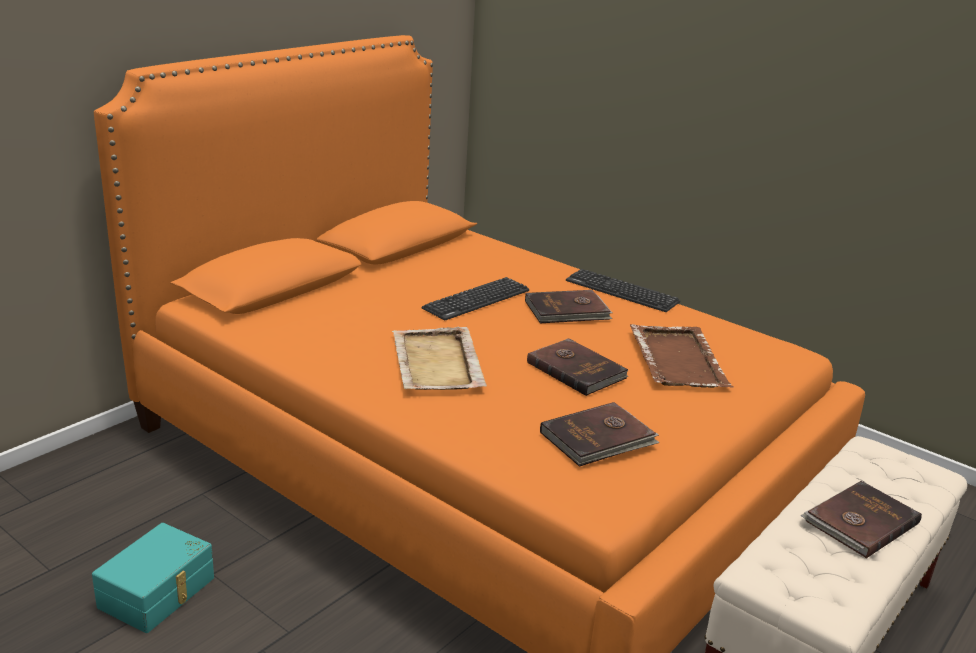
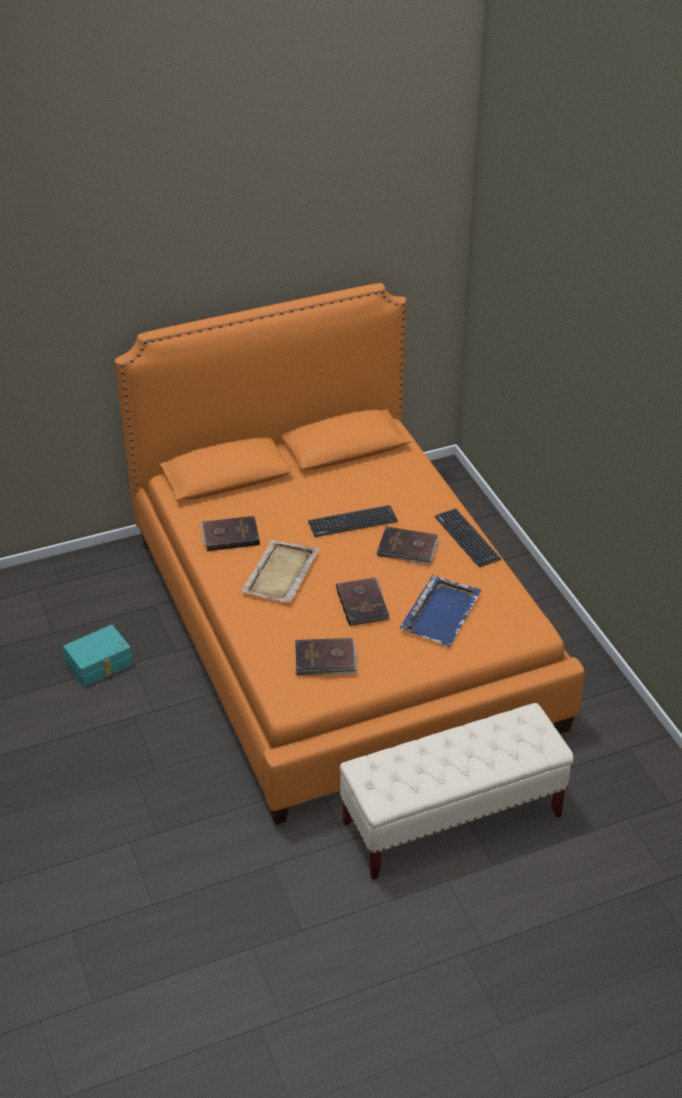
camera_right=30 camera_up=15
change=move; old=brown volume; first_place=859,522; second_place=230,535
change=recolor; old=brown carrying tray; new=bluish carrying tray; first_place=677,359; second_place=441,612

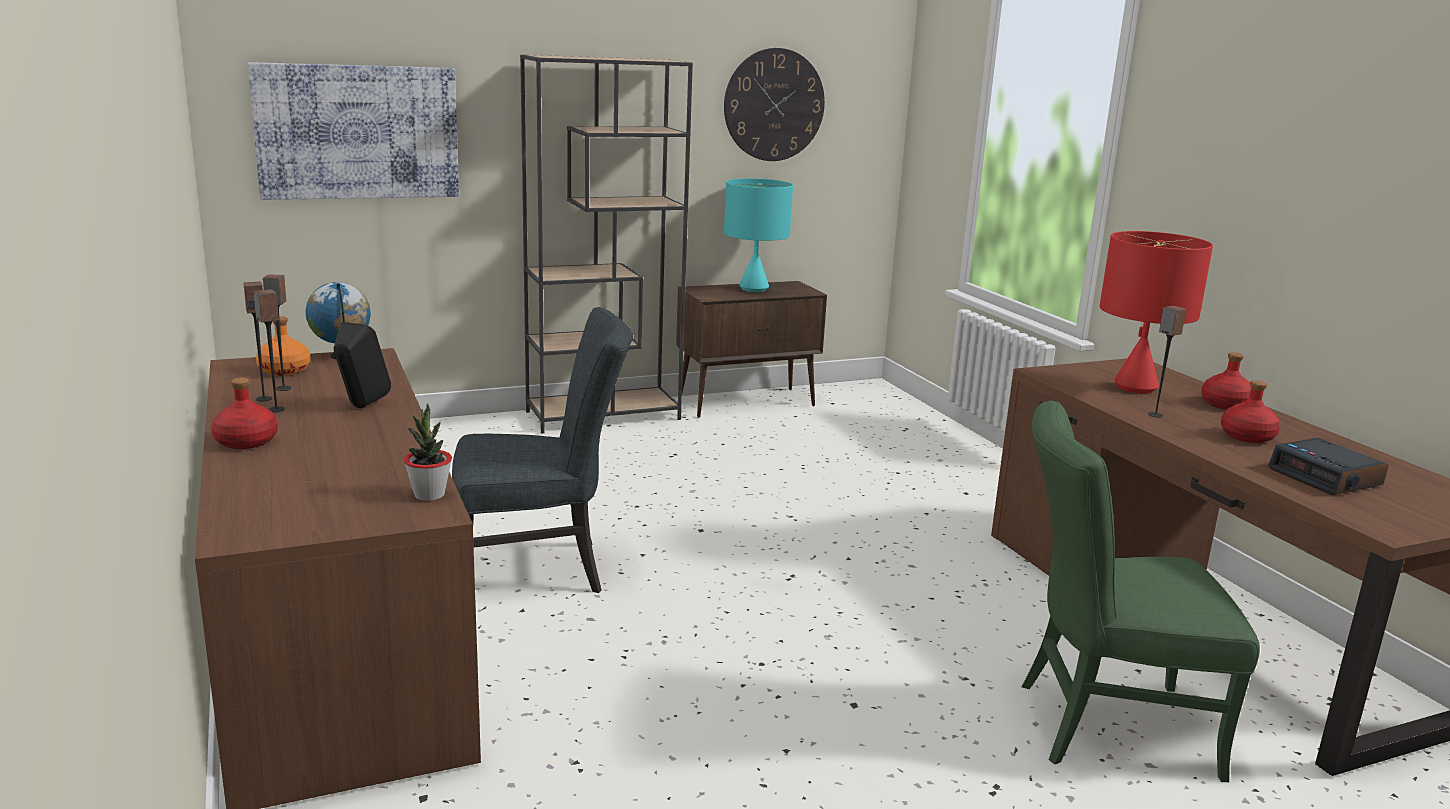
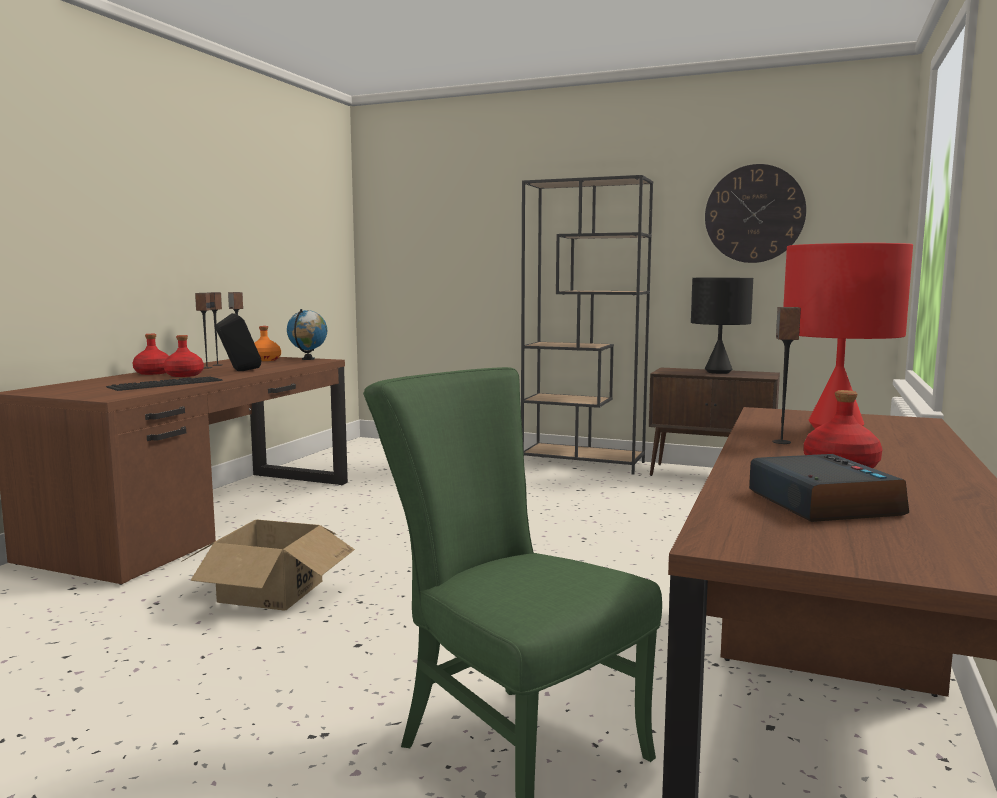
camera_right=45 camera_up=-10
change=insert; new=PC keyboard; second_place=166,383
change=move; old=reddish bottle; first_place=1226,404; second_place=185,375
change=insert; new=cardboard box; second_place=271,591
change=recolor; old=blue-green lamp for a table; new=black-coloured lamp for a table; first_place=753,289; second_place=718,372
change=rotate; old=alarm clock; first_place=1326,477; second_place=821,503; degrees=150
change=delete; old=wall picture; first_place=357,132
change=delete; old=potted plant; first_place=429,495
change=delete; old=grey chair; first_place=541,569

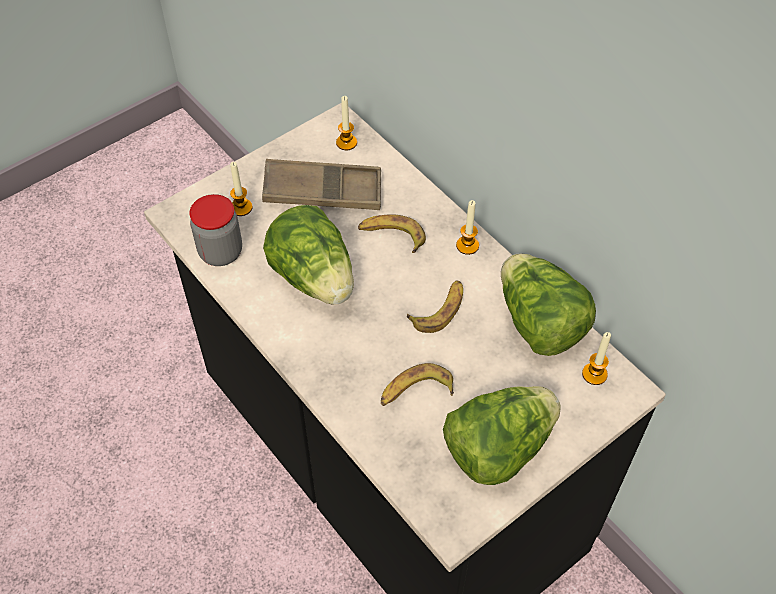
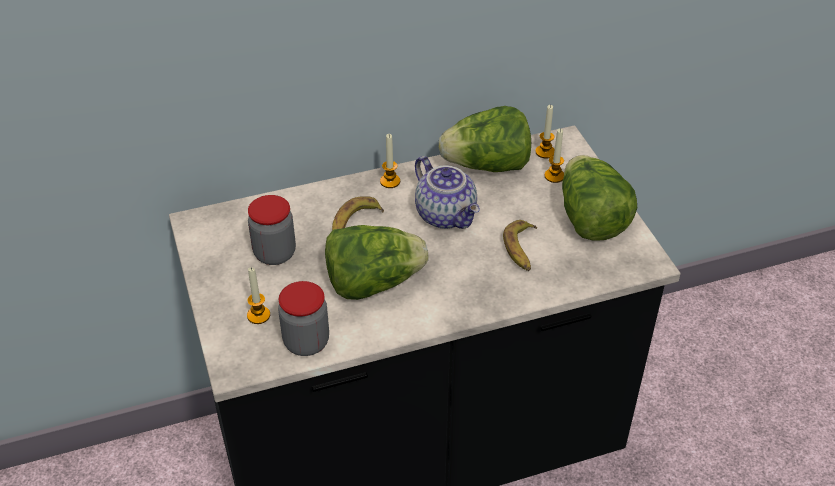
camera_right=-70 camera_up=-10
change=replace; old=brown carrying tray; new=jar; first_place=323,191; second_place=275,253
change=replace; old=whole banana; new=pot for tea; first_place=439,309; second_place=447,215
change=move; old=wax light; first_place=346,143; second_place=554,176

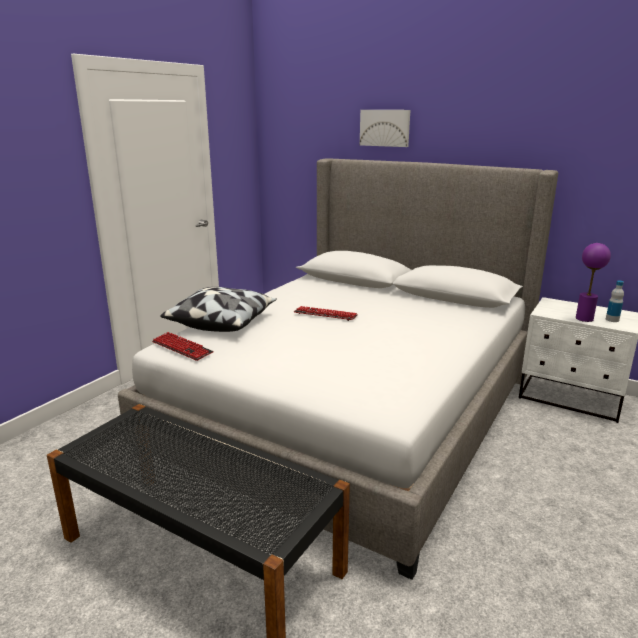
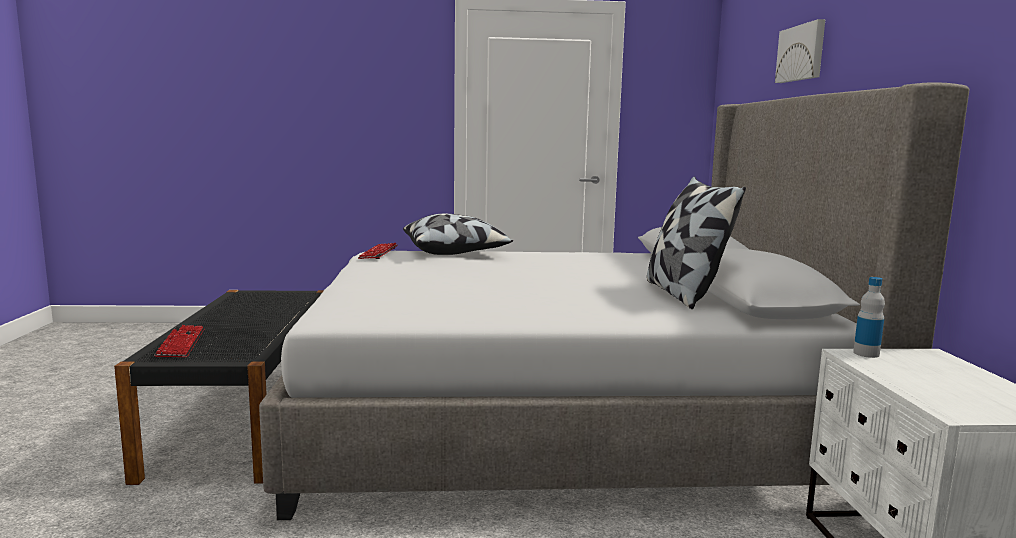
camera_right=55 camera_up=-10
change=move; old=PC keyboard; first_place=325,314; second_place=181,343
change=insert; new=cushion; second_place=683,294
change=move; old=bottle; first_place=612,320; second_place=866,353
change=delete; old=purplish lamp for a table; first_place=584,319

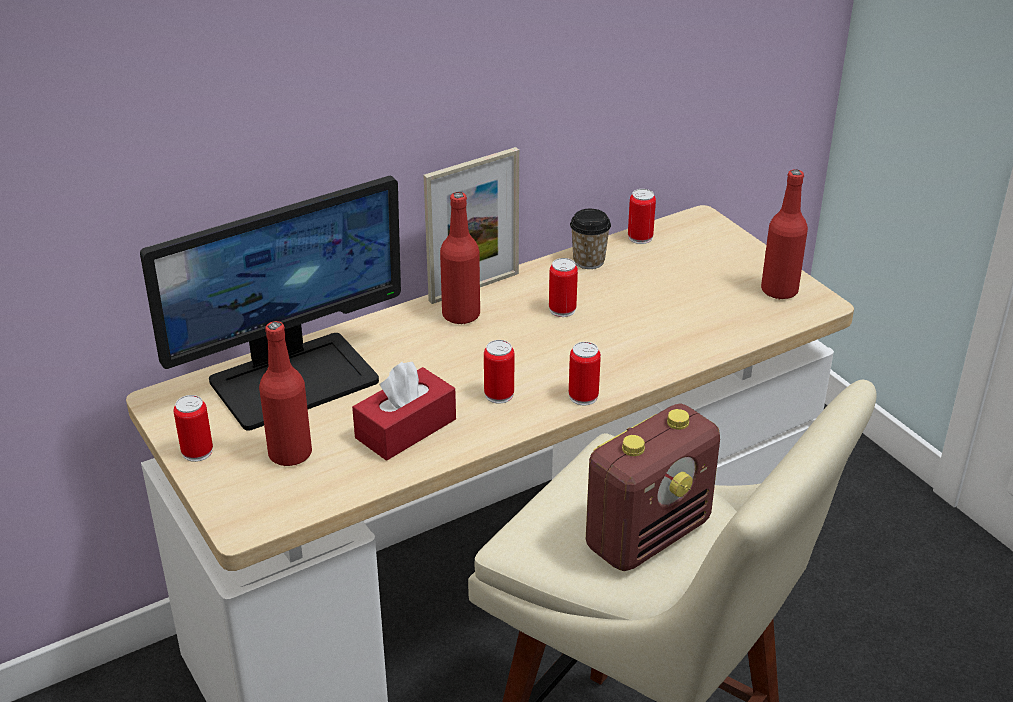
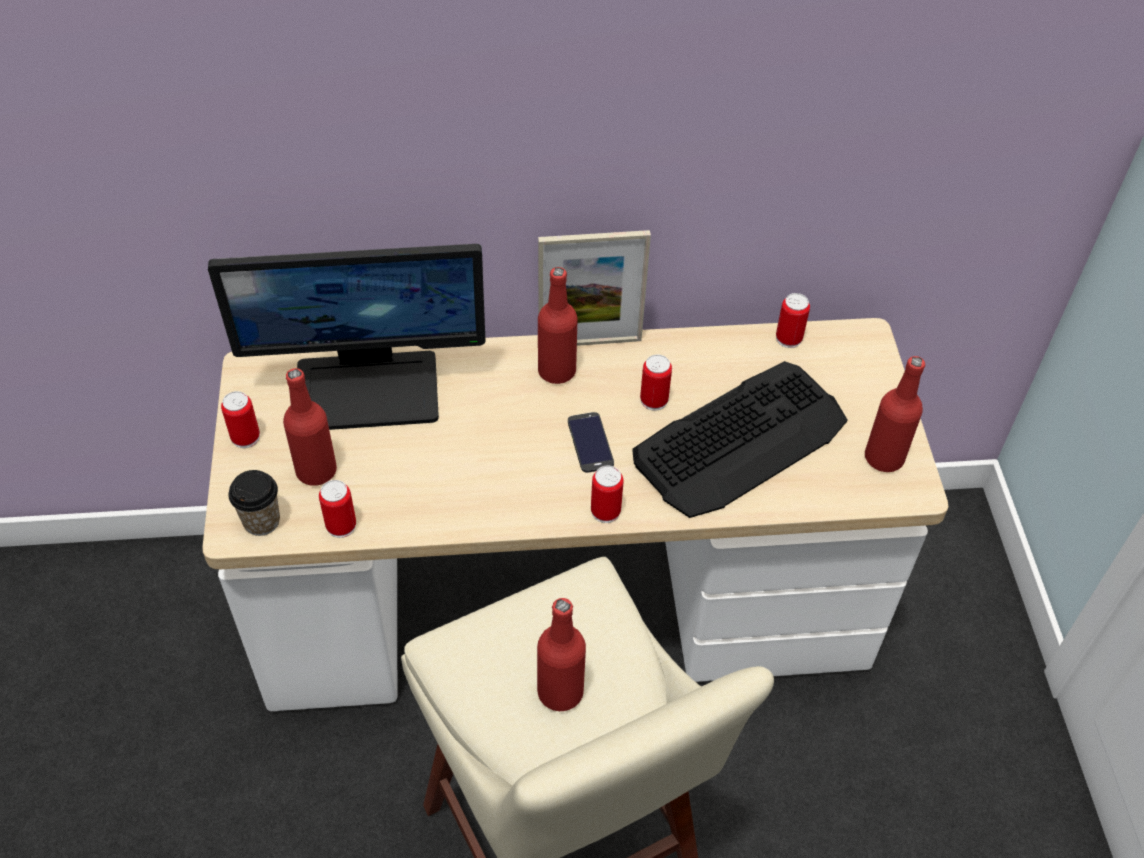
camera_right=25 camera_up=15
change=move; old=drinking cup; first_place=588,261; second_place=261,521
change=move; old=can; first_place=499,394; second_place=341,525
change=replace; old=radio set; new=reddish bottle; first_place=648,534; second_place=560,692
change=insert; new=telephone; second_place=590,443
change=insert; new=PC keyboard; second_place=741,440
change=delete; old=reddish tissue box; first_place=406,428

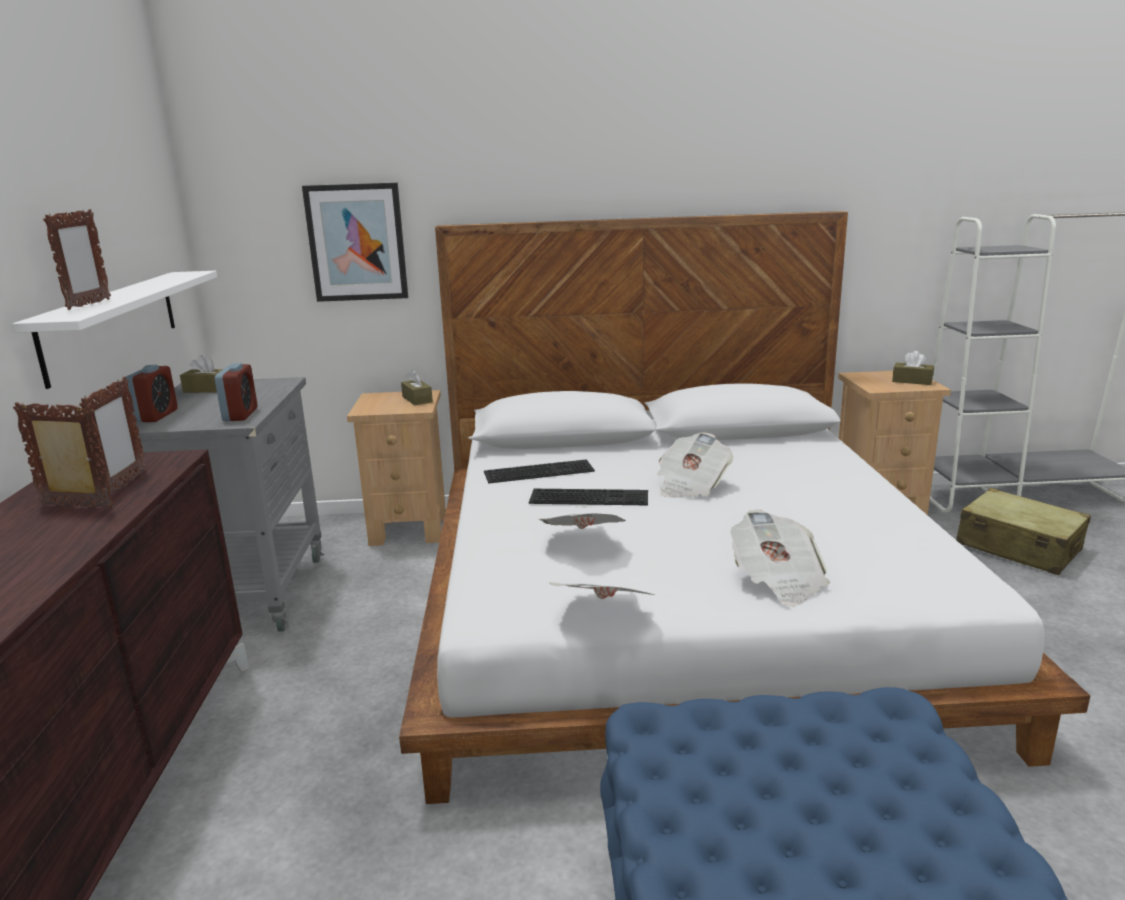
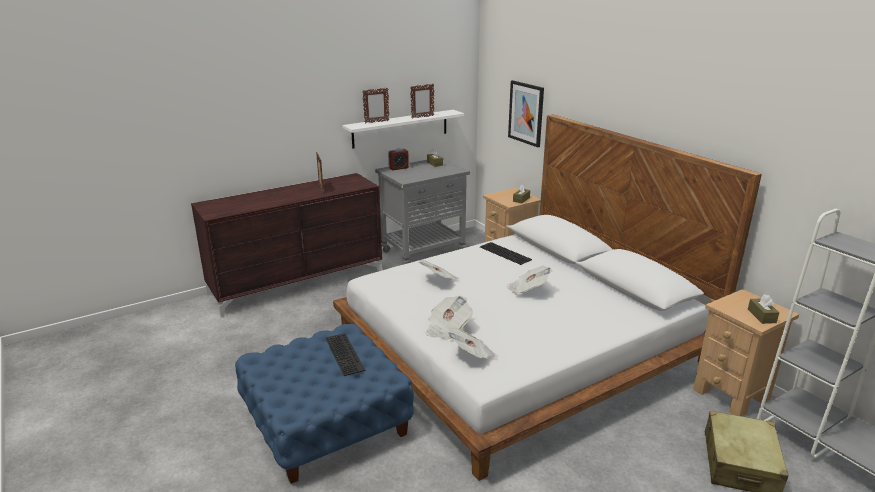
camera_right=60 camera_up=5
change=move; old=PC keyboard; first_place=590,496; second_place=346,354
change=move; old=standing frame; first_place=125,484; second_place=422,117
change=move; old=newspaper; first_place=604,613; second_place=472,355
change=delete; old=alarm clock; first_place=240,415

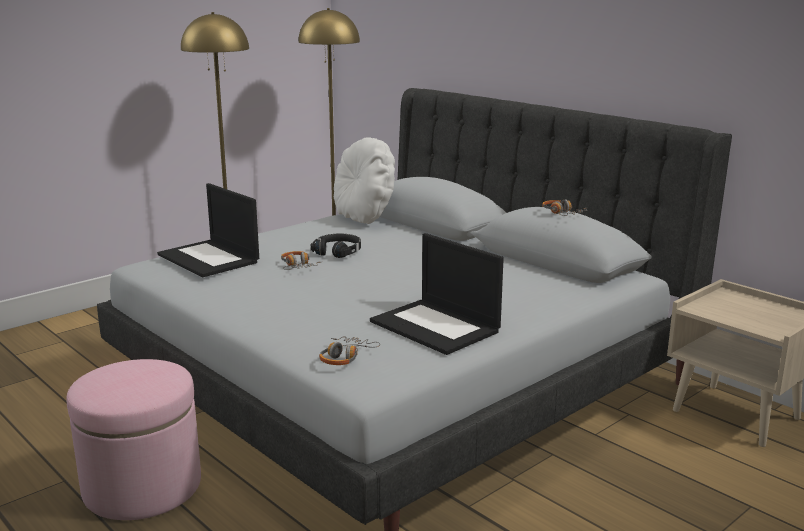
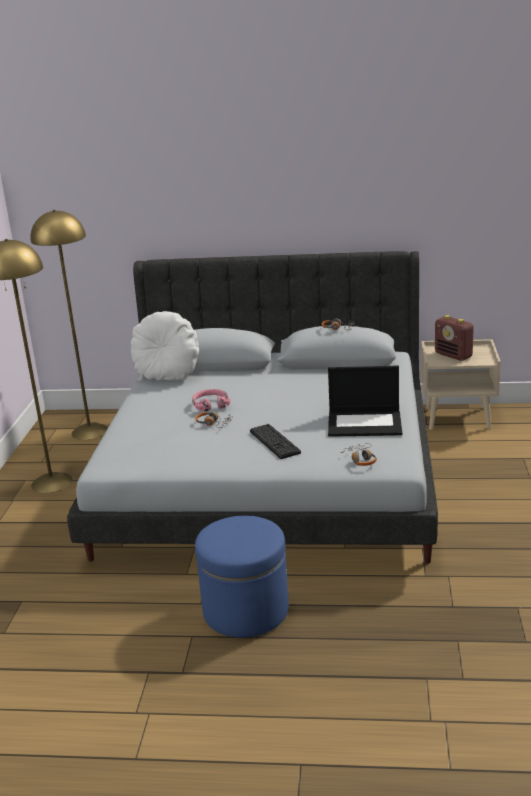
camera_right=-40 camera_up=5
change=recolor; old=black-coloured pair of headphones; new=pink pair of headphones; first_place=338,251; second_place=210,404
change=recolor; old=pink ottoman; new=bluish ottoman; first_place=142,486; second_place=246,610
change=insert; new=PC keyboard; second_place=274,442
change=insert; new=radio set; second_place=453,355
change=delete; old=laptop; first_place=210,258

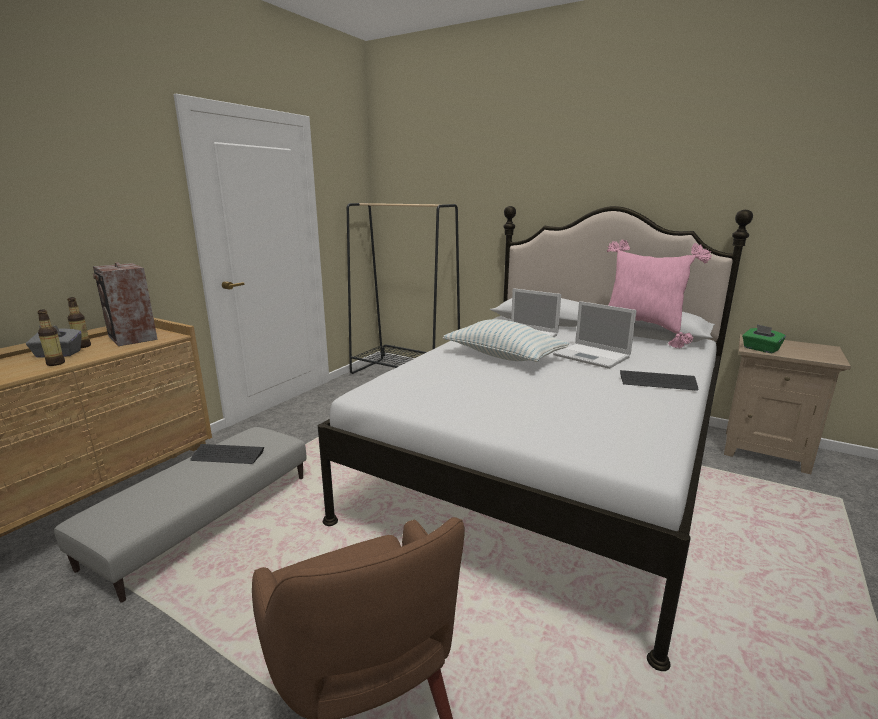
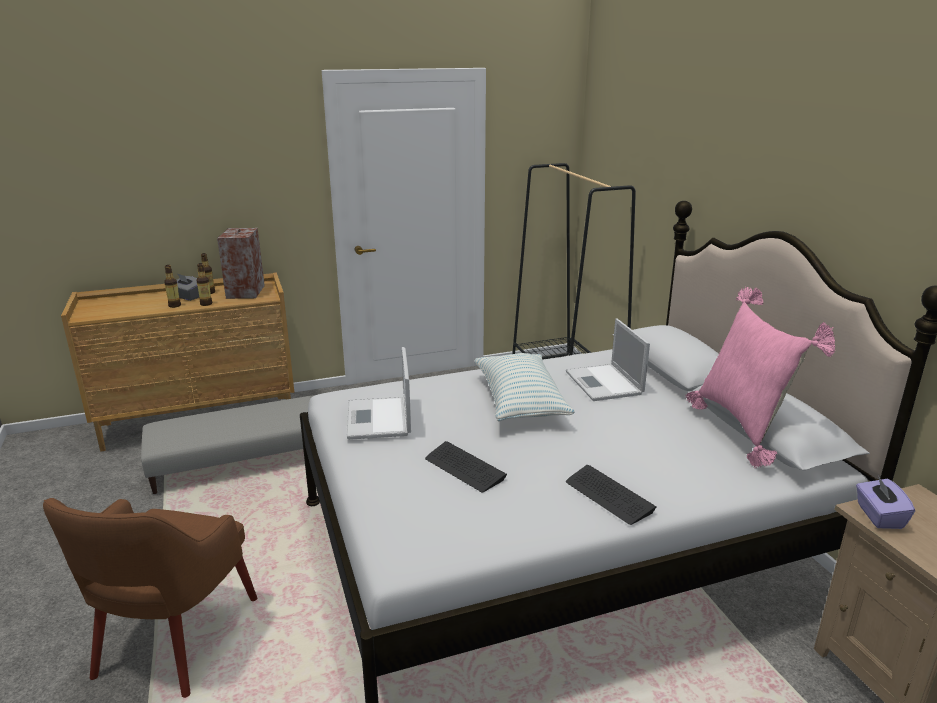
camera_right=40 camera_up=5
change=insert; new=bottle; second_place=206,304
change=move; old=laptop; first_place=593,356; second_place=379,419
change=move; old=PC keyboard; first_place=227,455; second_place=464,468
change=recolor; old=green-coloured tissue box; new=purplish tissue box; first_place=760,349; second_place=878,516

